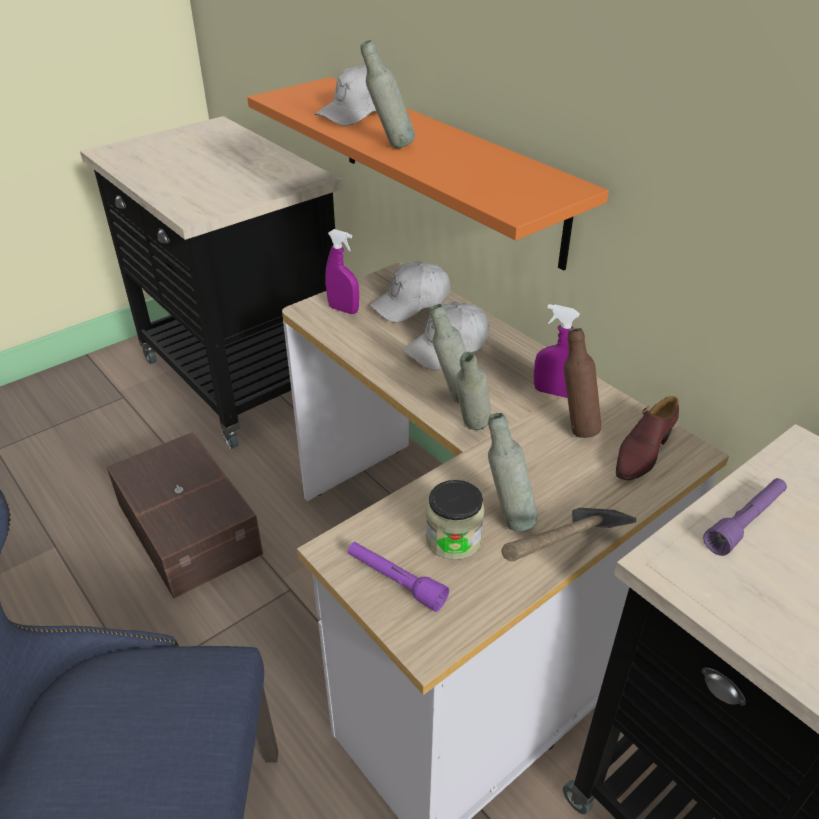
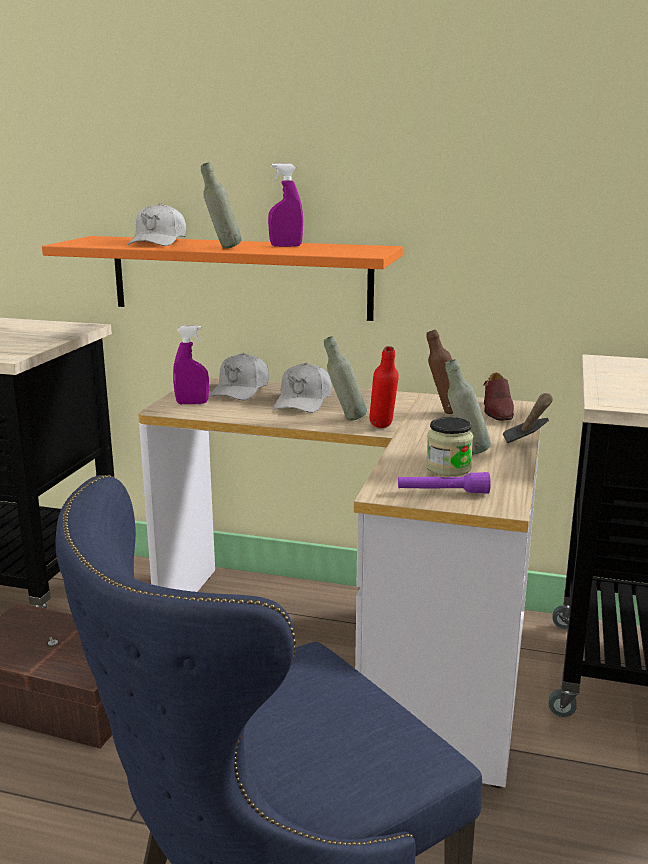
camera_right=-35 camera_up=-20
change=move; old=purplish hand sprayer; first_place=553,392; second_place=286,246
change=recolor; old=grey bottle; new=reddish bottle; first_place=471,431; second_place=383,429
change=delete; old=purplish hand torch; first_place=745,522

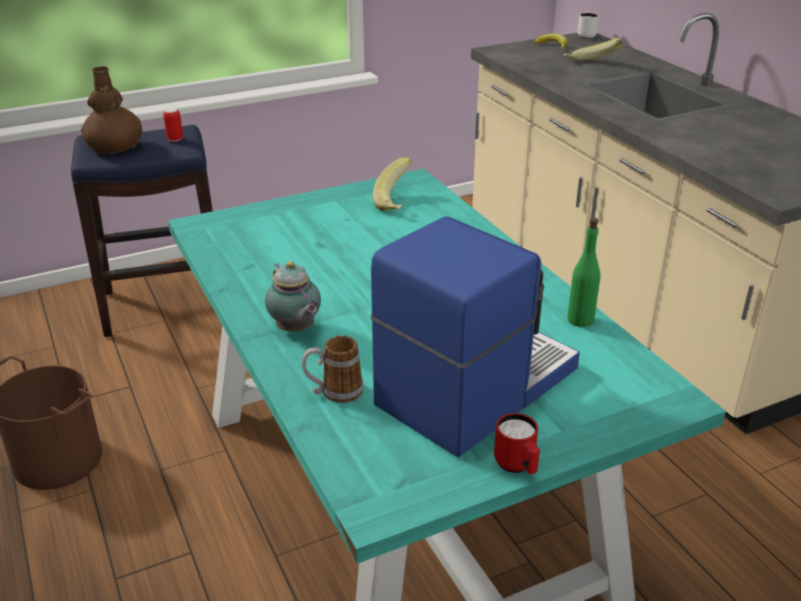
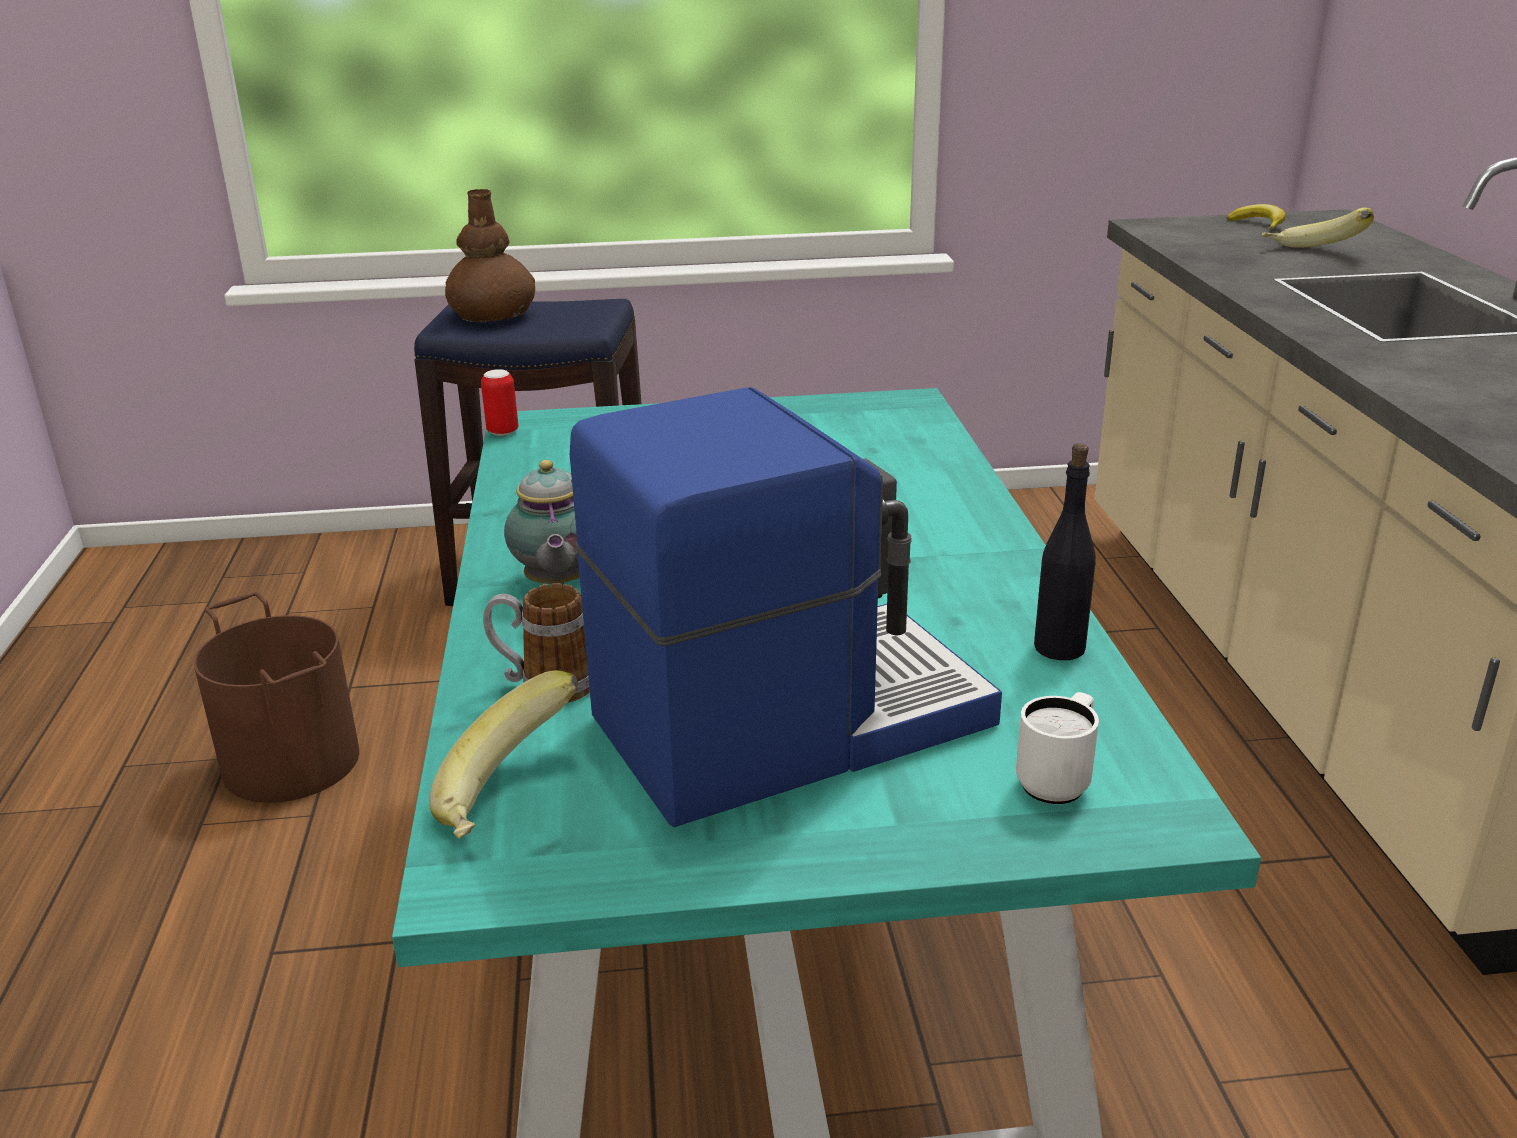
camera_right=20 camera_up=-5
change=move; old=whole banana; first_place=397,202; second_place=512,798
change=move; old=can; first_place=175,139; second_place=503,432
change=move; old=white-coloured tea mug; first_place=586,36; second_place=1057,781
change=recolor; old=green-coloured bottle; new=black-coloured bottle; first_place=580,320; second_place=1060,647
change=delete; old=reddish tea mug; first_place=517,467

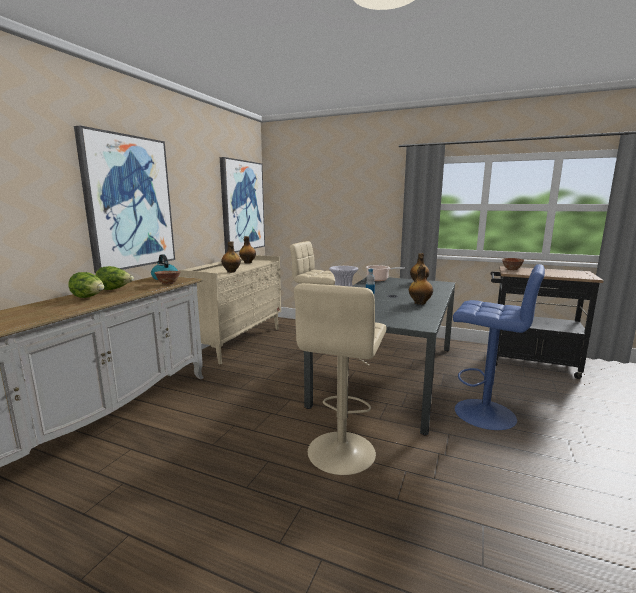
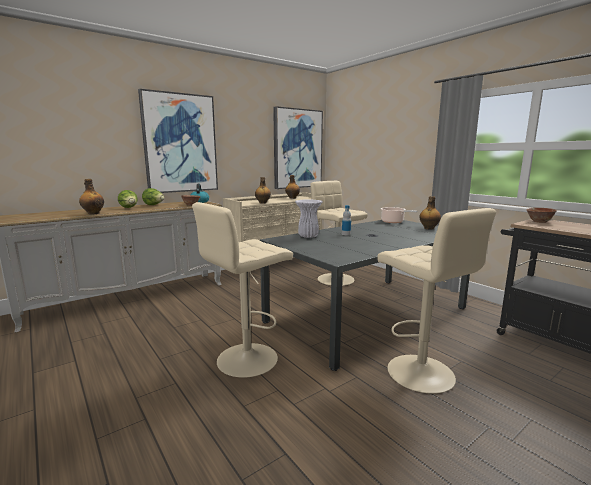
camera_right=30 camera_up=0
change=move; old=bottle; first_place=419,303; second_place=93,213
change=recolor; old=bluish stool; new=beige stool; first_place=485,414; second_place=420,373

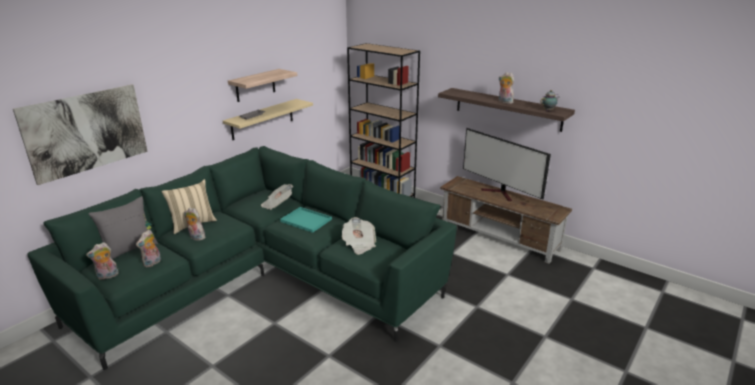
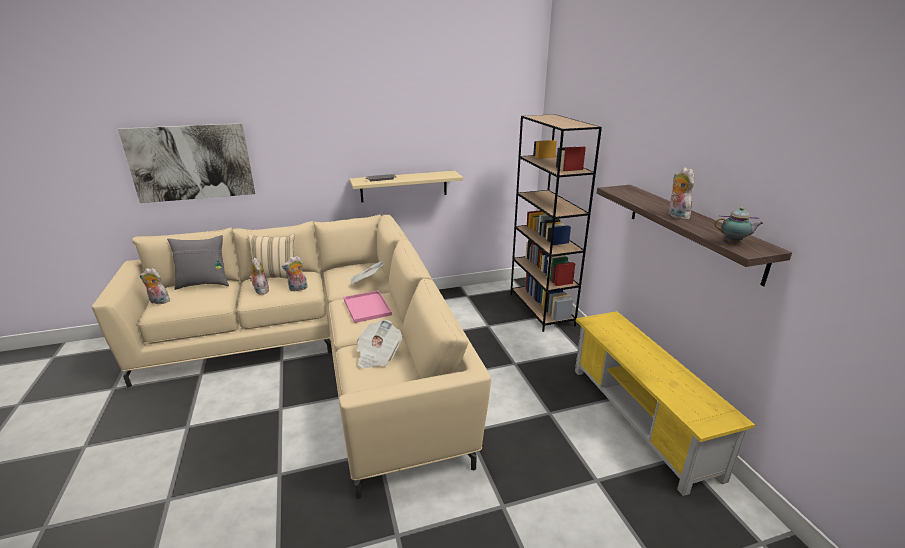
camera_right=35 camera_up=0
change=recolor; old=green-coloured settee; new=beige settee; first_place=264,281; second_place=324,359
change=move; old=soft toy; first_place=152,263; second_place=298,289
change=recolor; old=blue-green carrying tray; new=pink carrying tray; first_place=307,220; second_place=368,307
change=recolor; old=brown tv unit; new=yellow tv unit; first_place=499,238; second_place=639,419
change=delete; old=bracket shelf; first_place=255,85
change=delete; old=TV; first_place=500,193

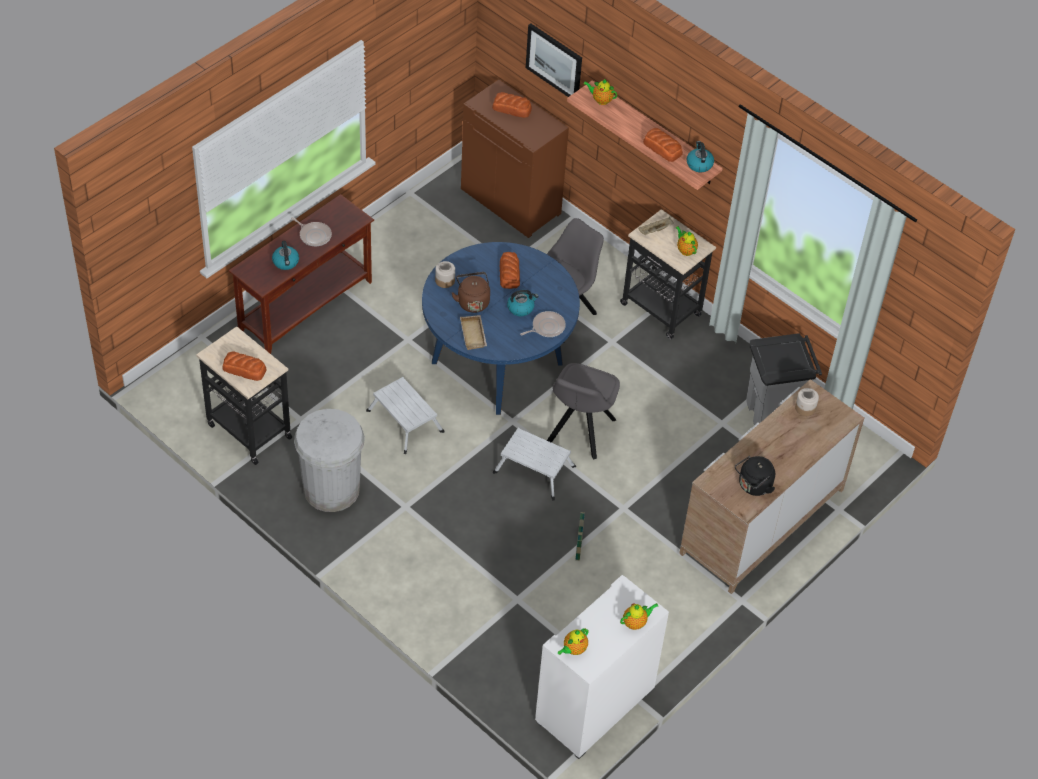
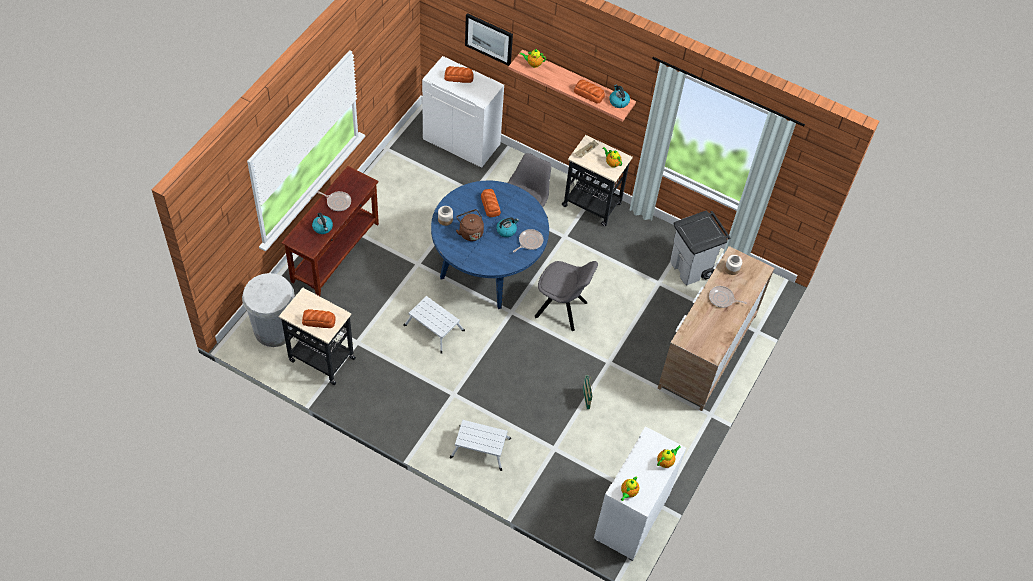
camera_right=-15 camera_up=5
change=move; old=white-coloured trash can; first_place=331,489; second_place=274,329
change=recolor; old=brown cabinet; new=white-coloured cabinet; first_place=511,201; second_place=462,142
change=move; old=white-coloured step stool; first_place=534,469; second_place=481,448
change=rotate; old=grey chair; first_place=580,431; second_place=561,309; degrees=-75
change=insert; new=frying pan; second_place=722,299
change=delete; old=beige carrying tray; first_place=474,335
change=delete; old=black-coloured tea kettle; first_place=753,486

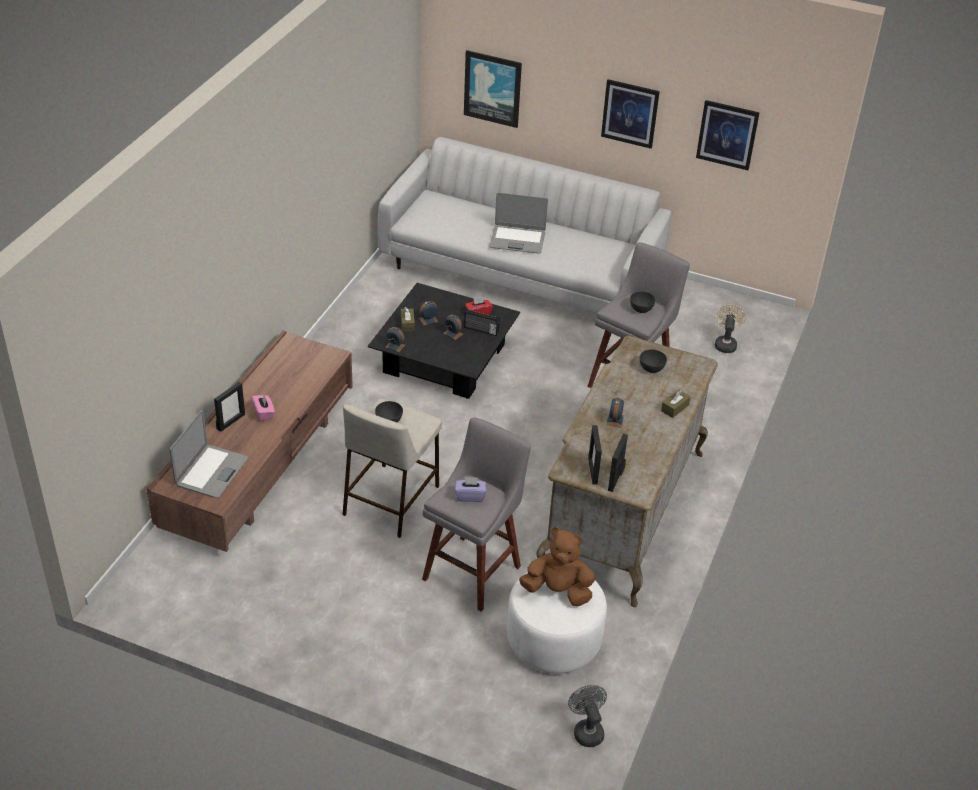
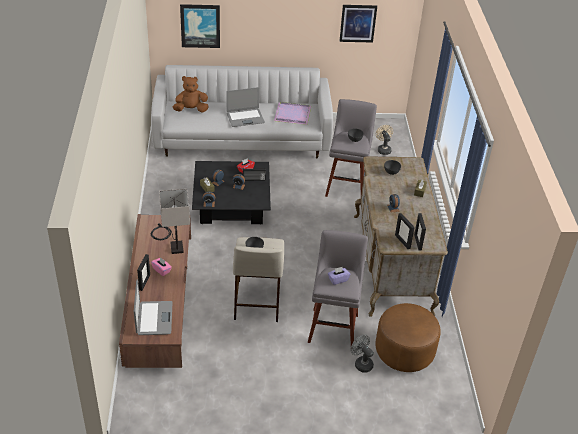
camera_right=-25 camera_up=0
change=insert; new=lamp for a table; second_place=170,241
change=move; old=brown soft toy; first_place=558,591; second_place=191,110
change=insert; new=purplish carrying tray; second_place=291,115
change=move; old=grey electric fan; first_place=586,730; second_place=361,363
change=recolor; old=white-coloured ottoman; new=brown ottoman; first_place=553,640; second_place=404,351
change=delete; old=wall picture; first_place=630,113

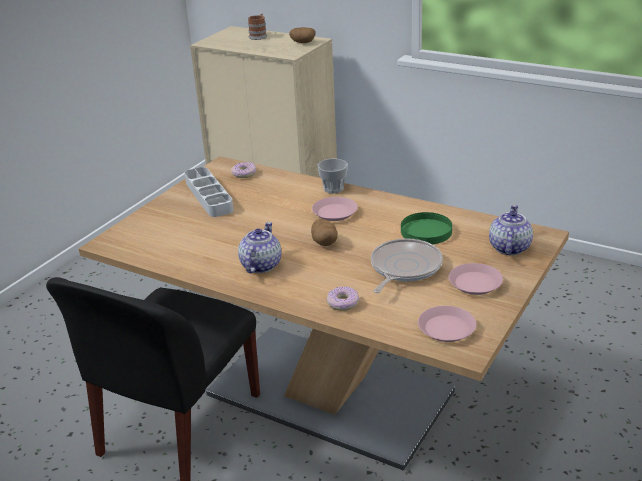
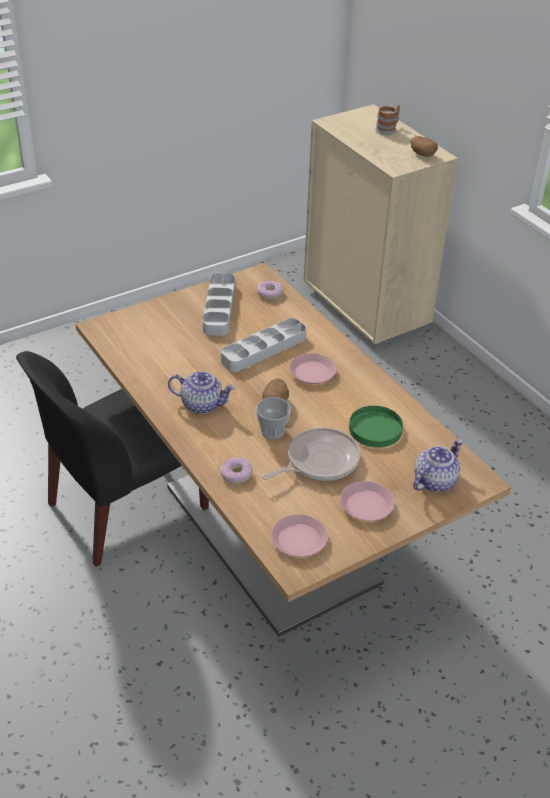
camera_right=25 camera_up=10
change=rotate; old=pot for tea; first_place=260,265; second_place=202,404; degrees=60
change=insert; new=grey carrying tray; second_place=264,349
change=move; old=drinking cup; first_place=333,188; second_place=272,431

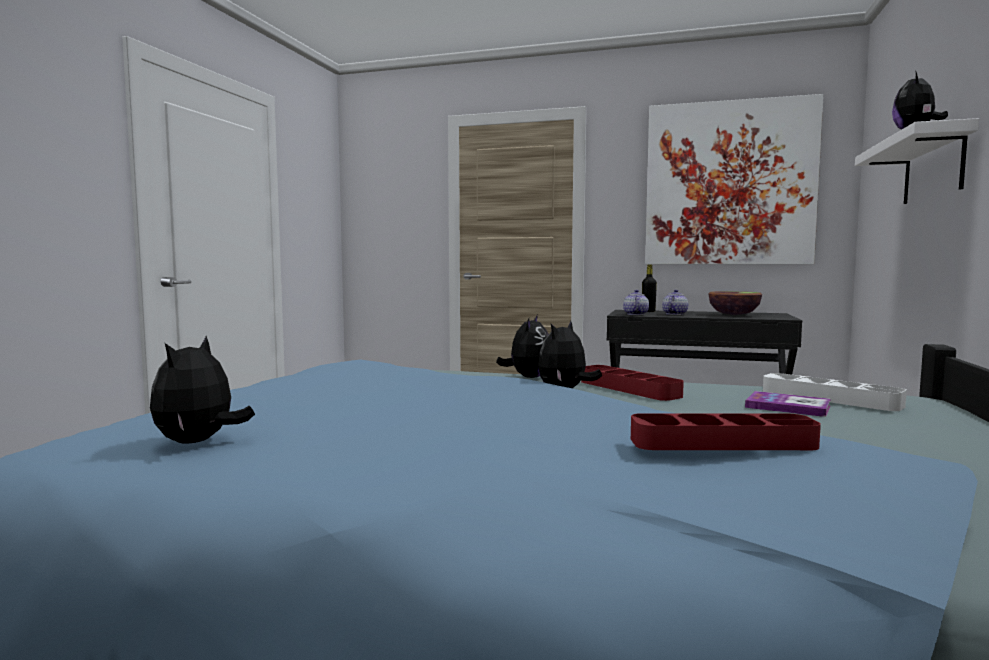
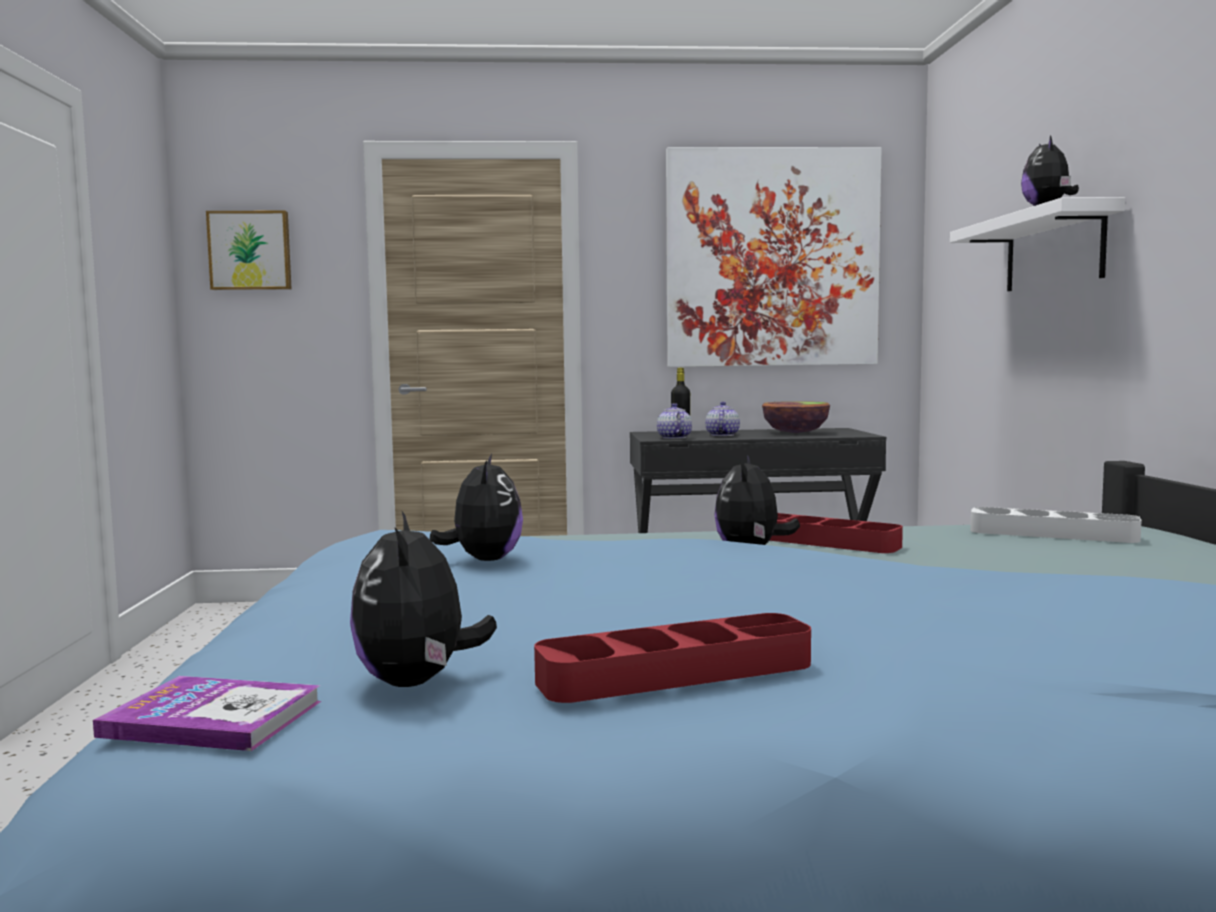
camera_right=-20 camera_up=0
change=move; old=volume; first_place=788,406; second_place=212,718
change=insert; new=wall picture; second_place=250,251
change=move; old=soft toy; first_place=528,377; second_place=484,560
change=move; old=reddish carrying tray; first_place=722,442; second_place=676,672

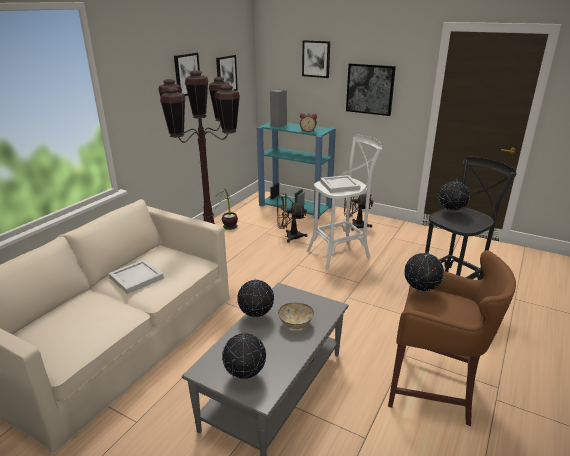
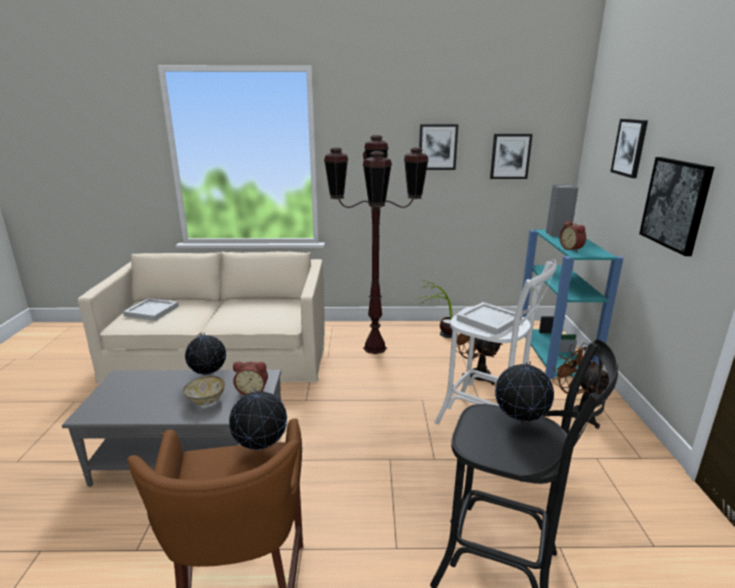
camera_right=60 camera_up=-5
change=move; old=white-coloured carrying tray; first_place=136,278; second_place=151,311
change=insert; new=alarm clock; second_place=252,391
change=delete; old=globe; first_place=245,376

